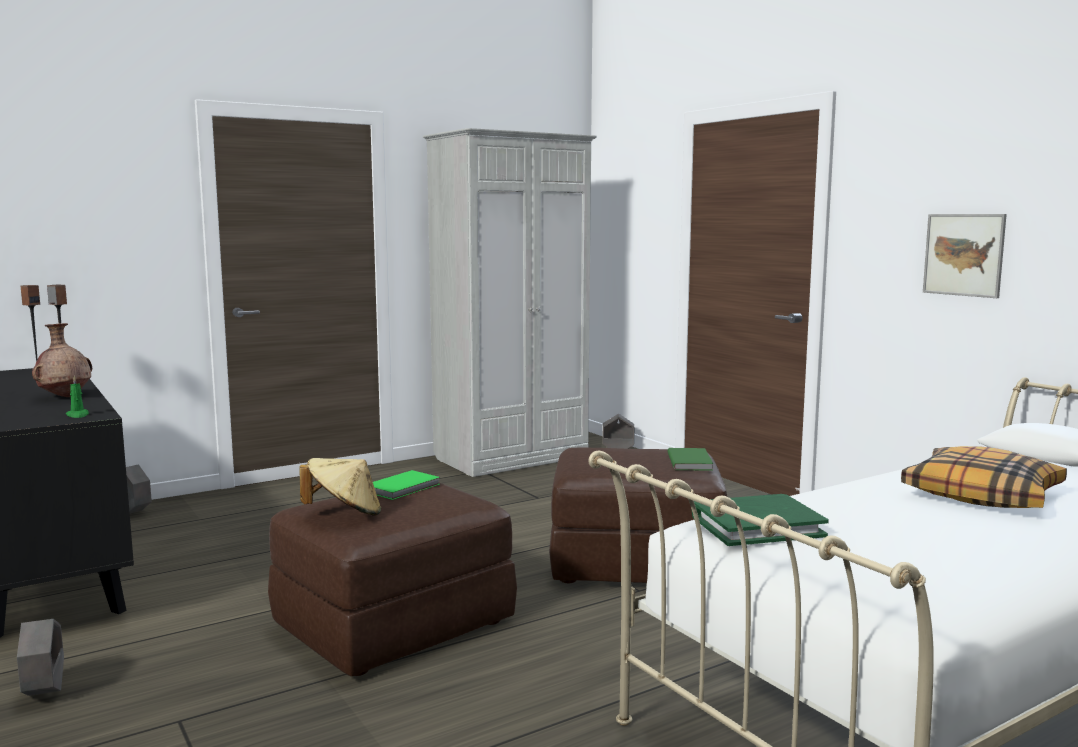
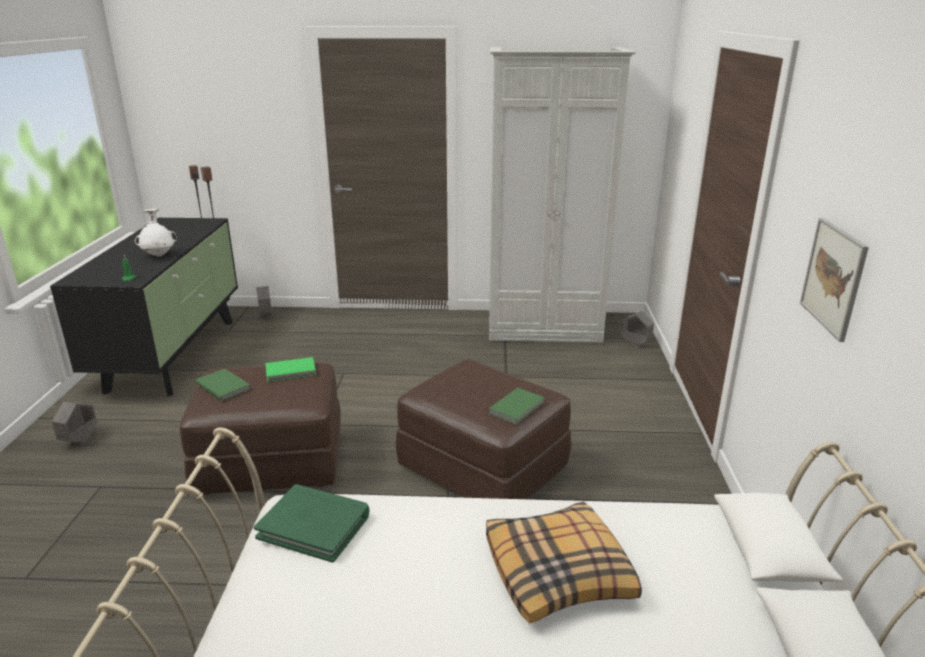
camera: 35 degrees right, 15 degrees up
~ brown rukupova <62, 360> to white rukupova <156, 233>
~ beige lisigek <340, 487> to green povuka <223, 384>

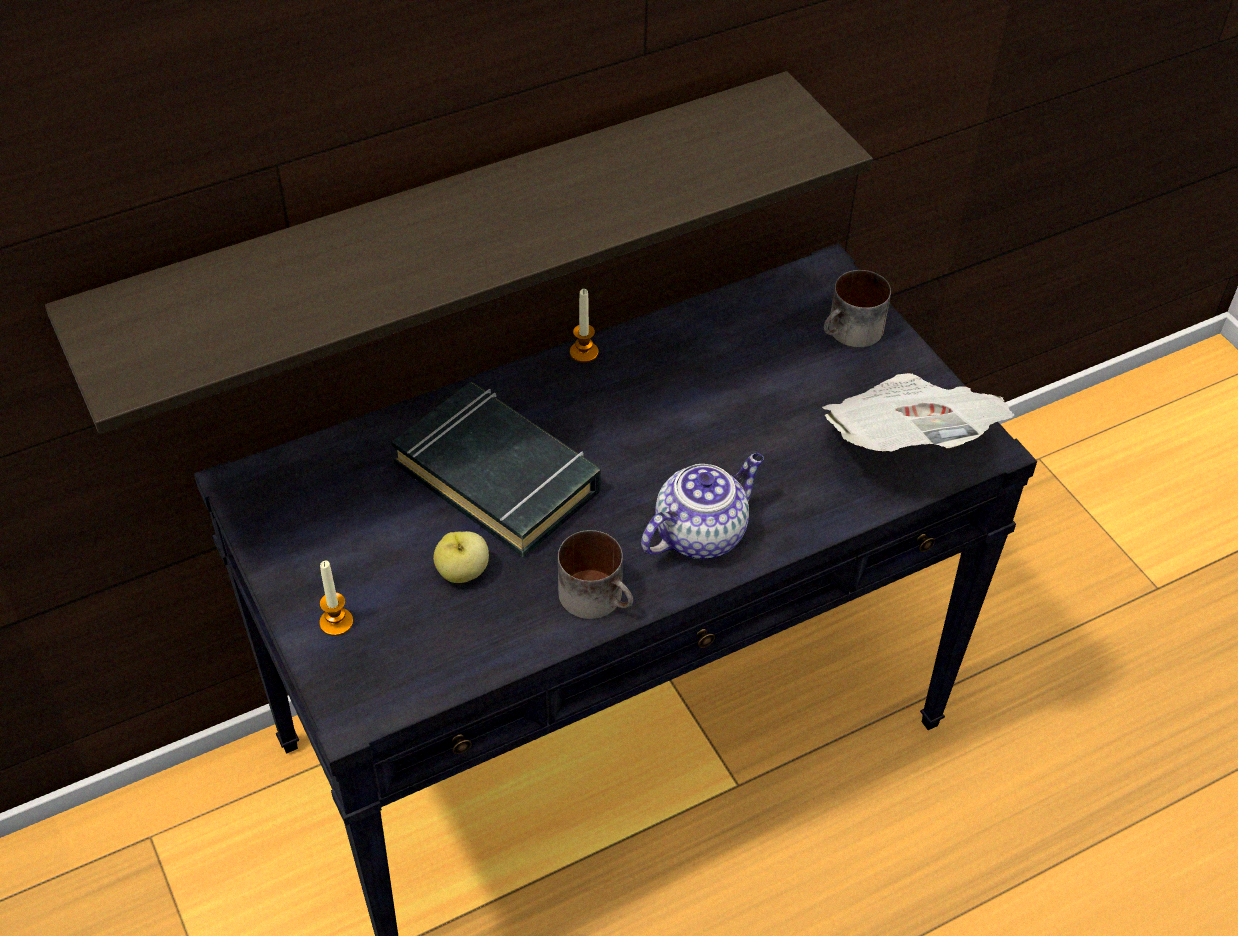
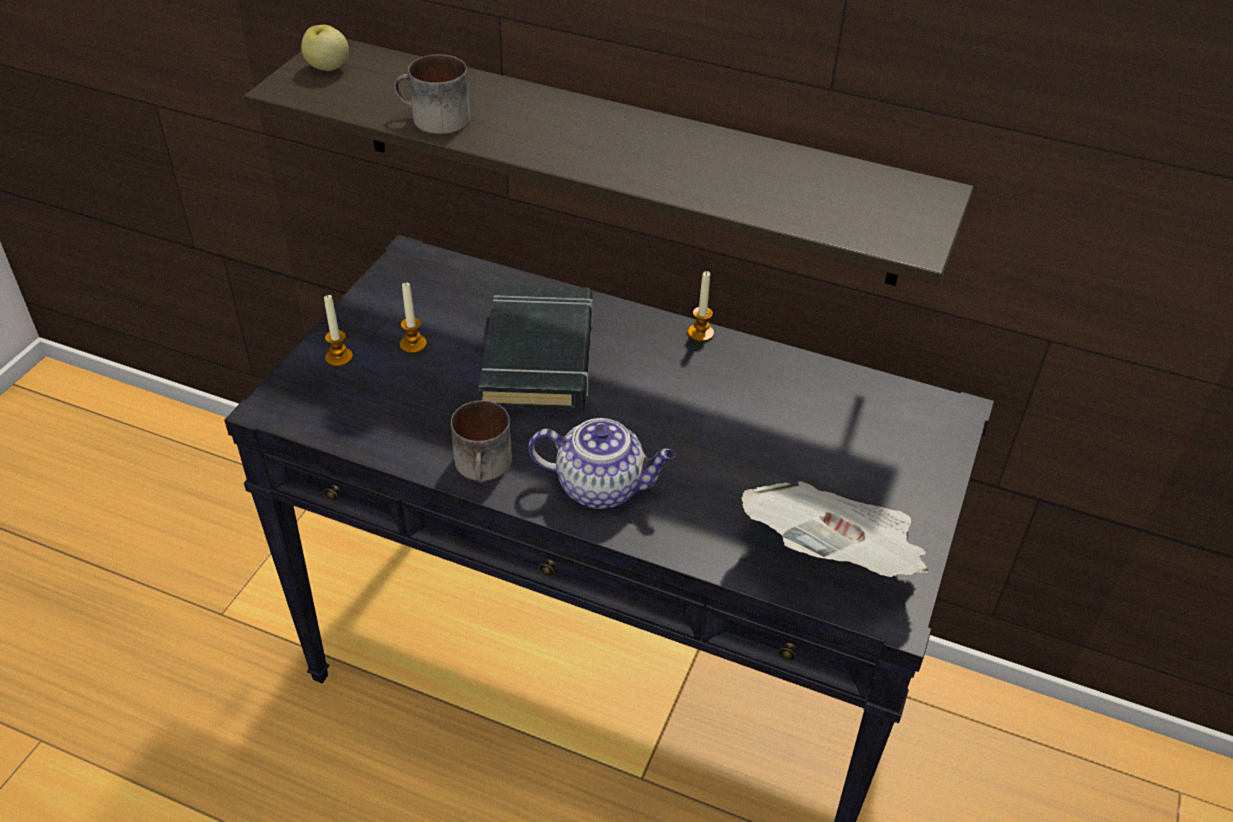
camera: 50 degrees right, 5 degrees down
~ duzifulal <857, 308> to <432, 94>
~ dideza <461, 557> to <325, 48>
+ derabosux <413, 317>

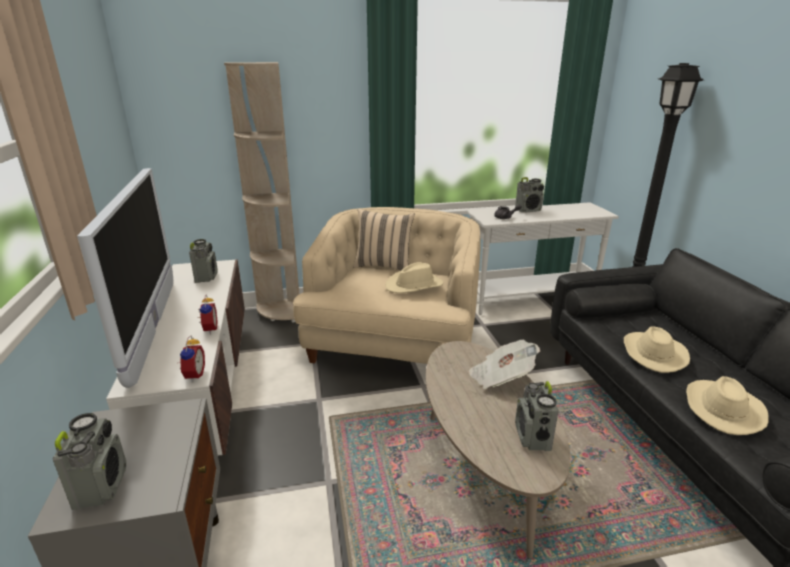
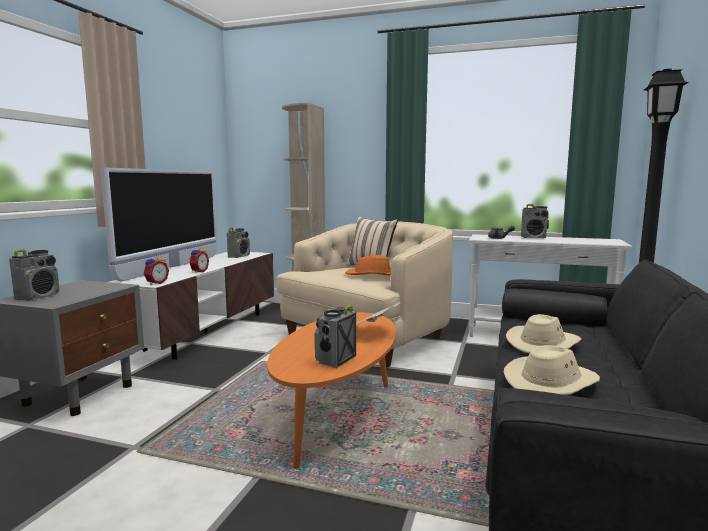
camera: 30 degrees right, 15 degrees down
~ beige lisigek <414, 277> to orange lisigek <368, 265>
~ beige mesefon <498, 450> to orange mesefon <331, 390>

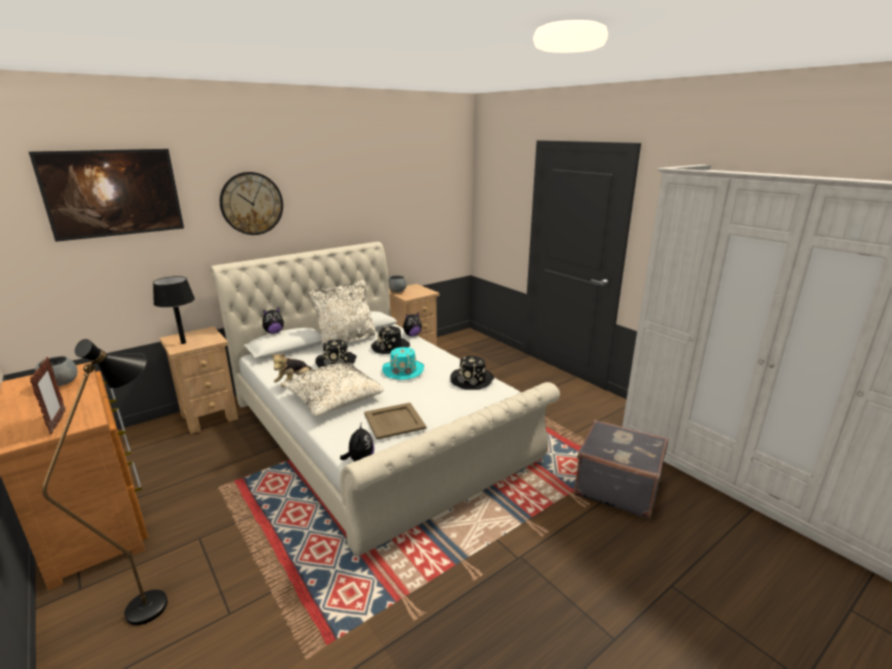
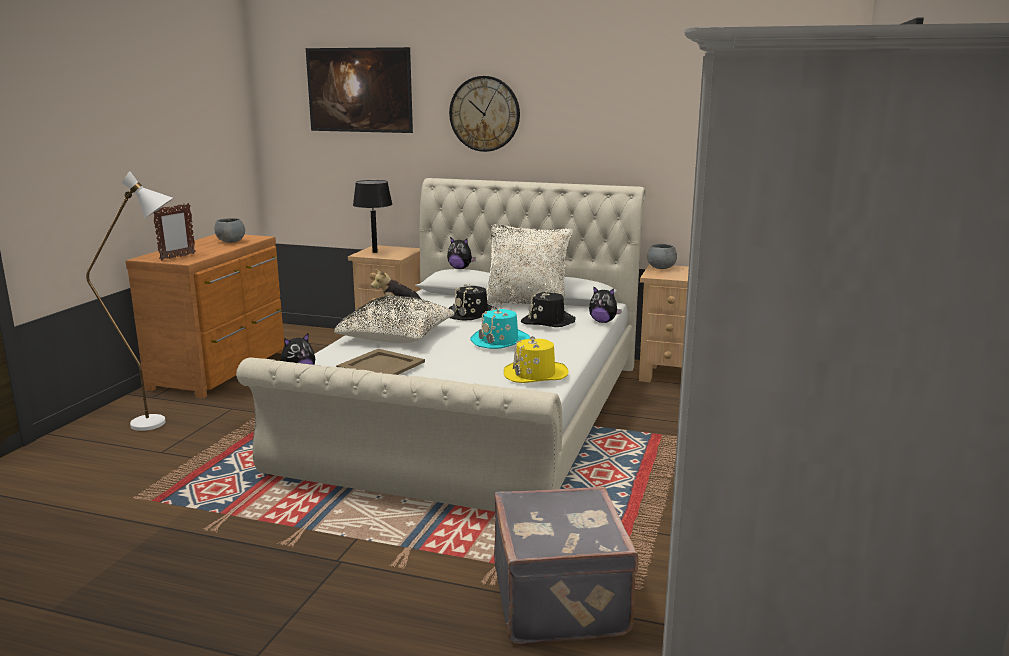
camera: 55 degrees right, 5 degrees down
~ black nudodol <105, 482> to white nudodol <129, 301>
~ black lisigek <472, 373> to yellow lisigek <536, 359>

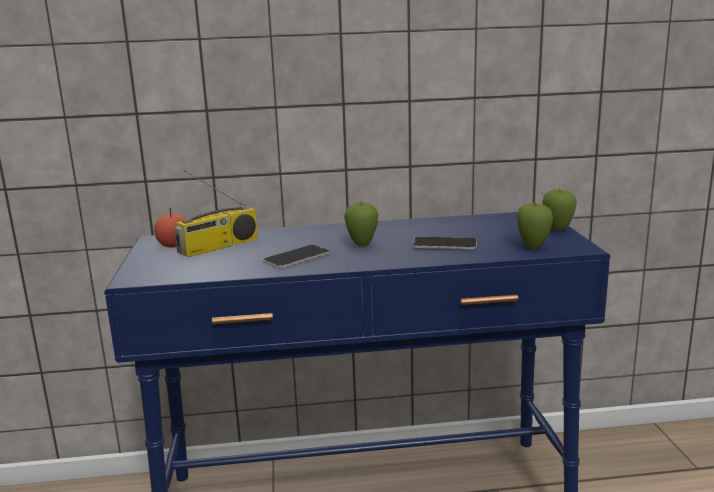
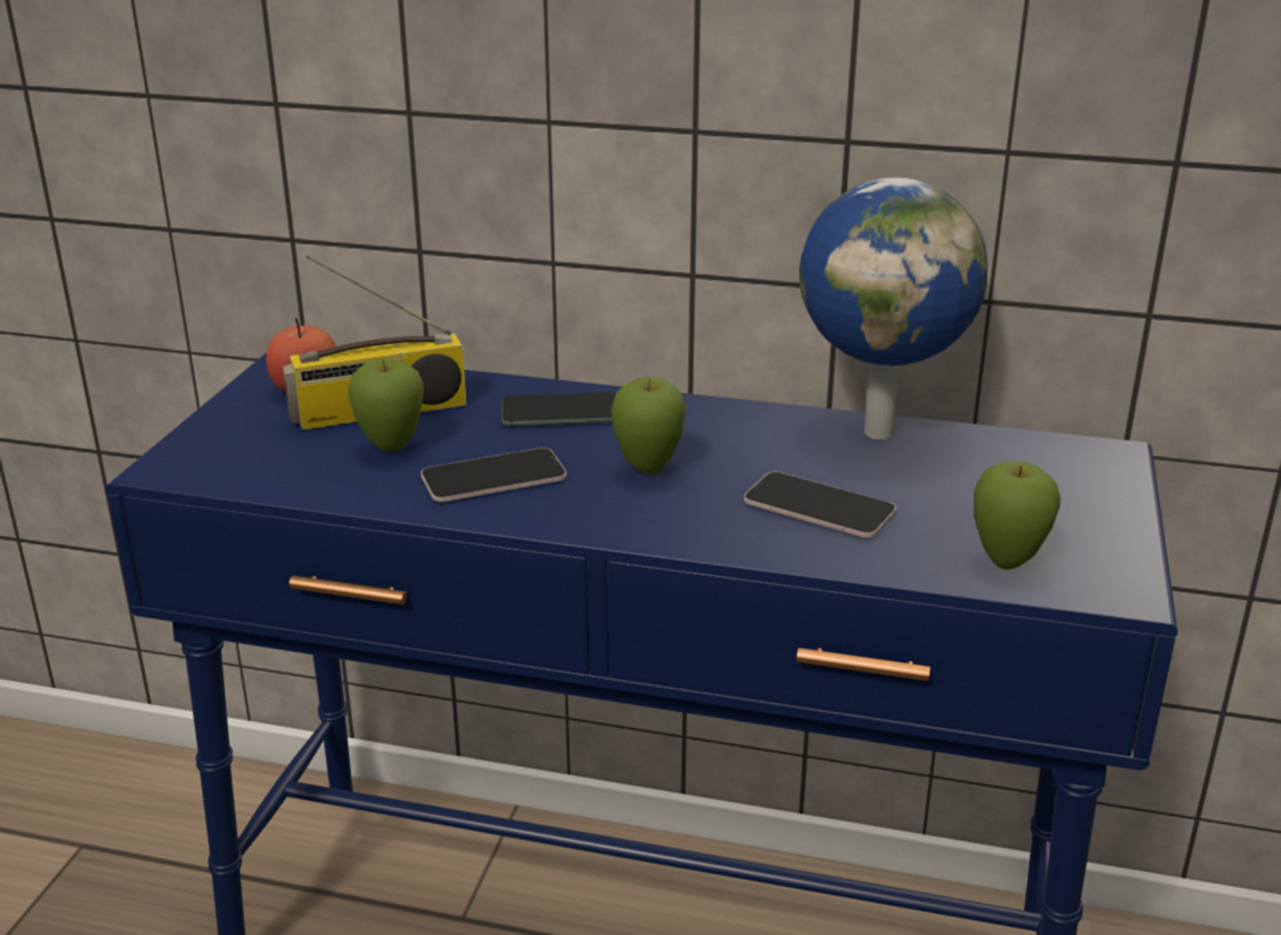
camera: 20 degrees right, 10 degrees up
~ dideza <559, 209> to <386, 405>
+ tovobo <893, 308>
+ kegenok <559, 409>

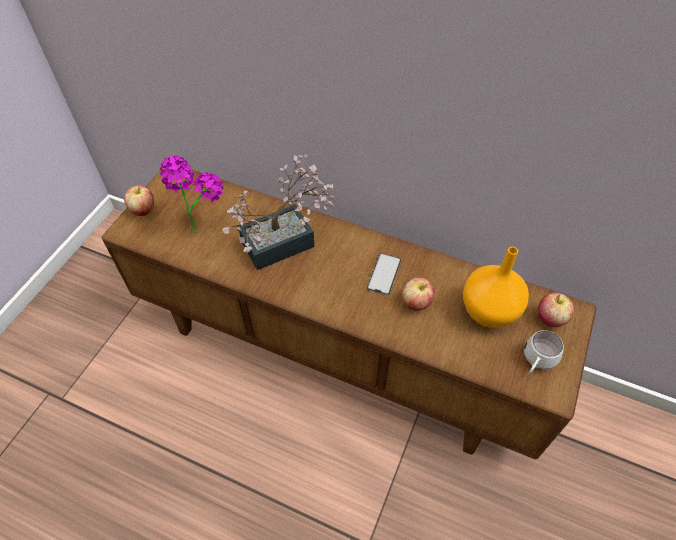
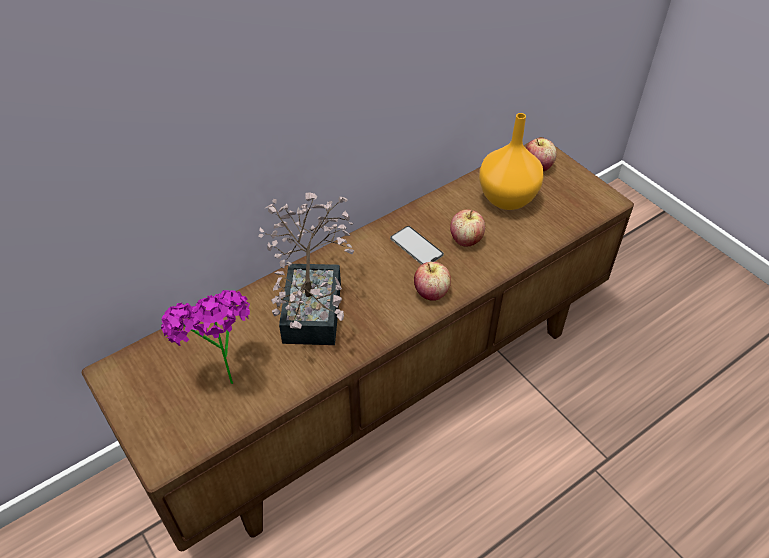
camera: 60 degrees left, 5 degrees down
~ dideza <139, 200> to <432, 281>
- white duzifulal <544, 352>

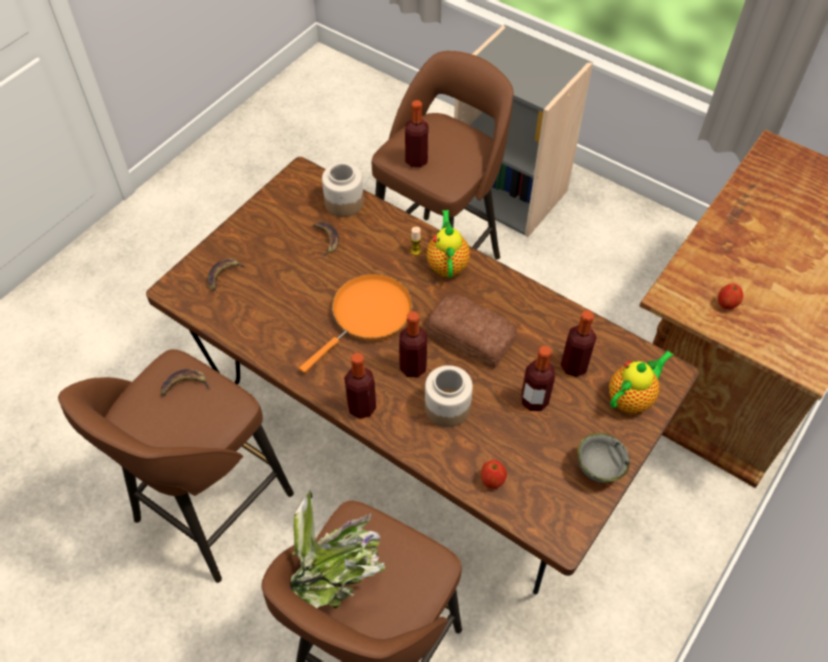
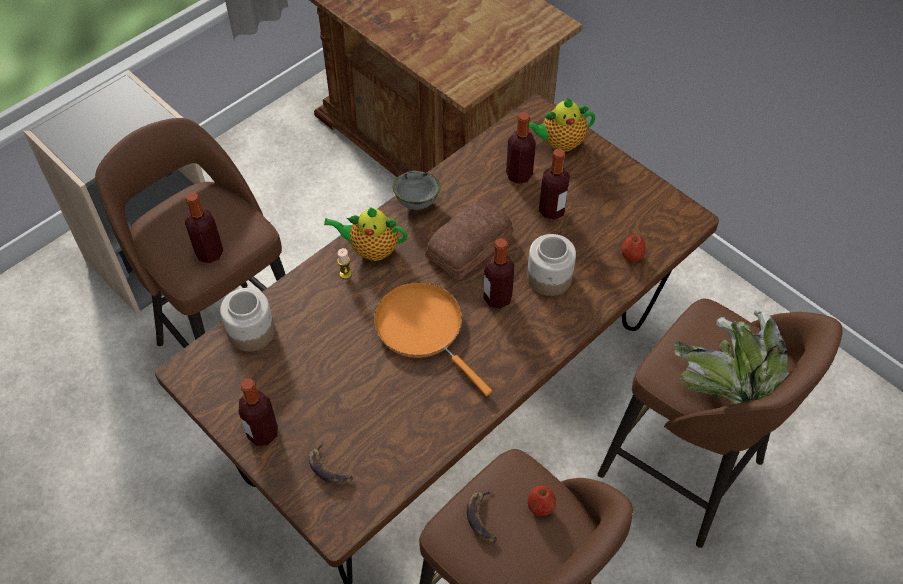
camera: 80 degrees left, 0 degrees up
- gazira <326, 240>
~ dideza <730, 296> to <542, 501>
~ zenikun <641, 382> = <562, 125> 75 degrees counterclockwise
~ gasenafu <360, 386> to <258, 412>
~ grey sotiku <603, 458> to <417, 190>

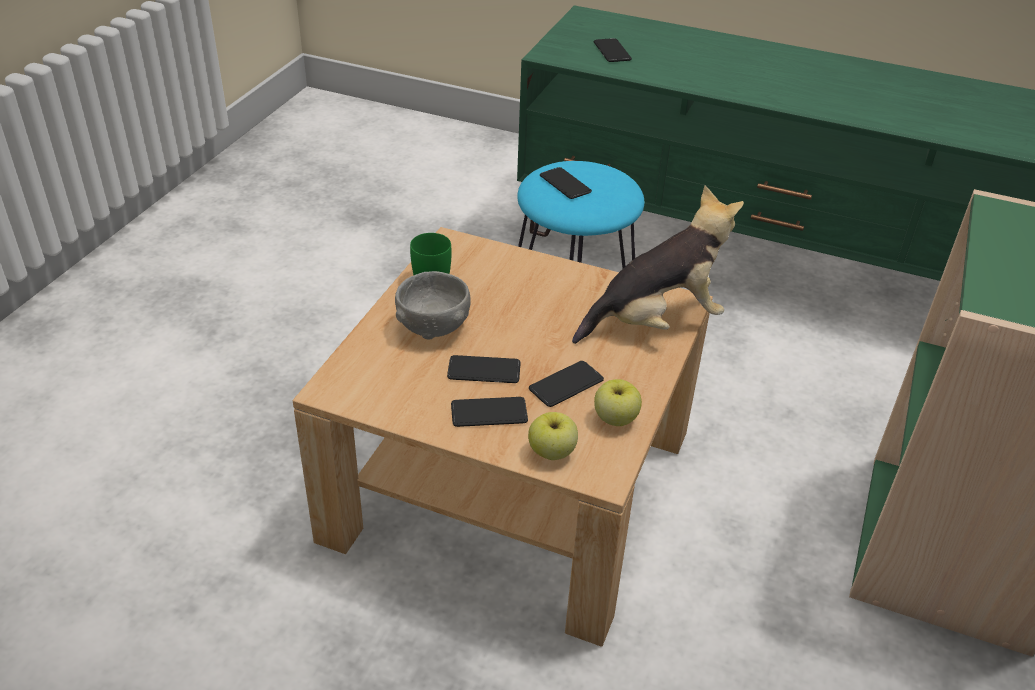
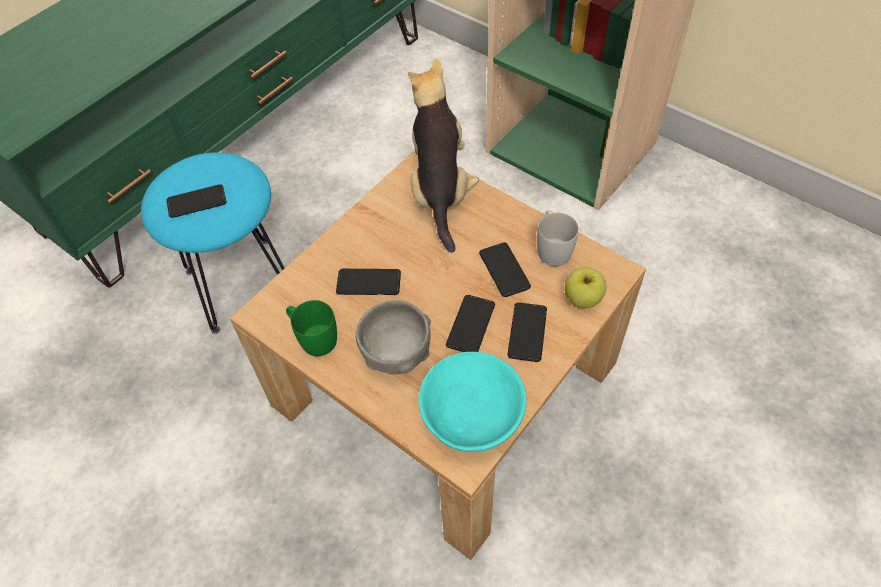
camera: 70 degrees left, 15 degrees up
~ kegenok <612, 50> to <368, 282>
~ dideza <618, 402> to white duzifulal <558, 238>
+ turquoise sotiku <472, 402>

